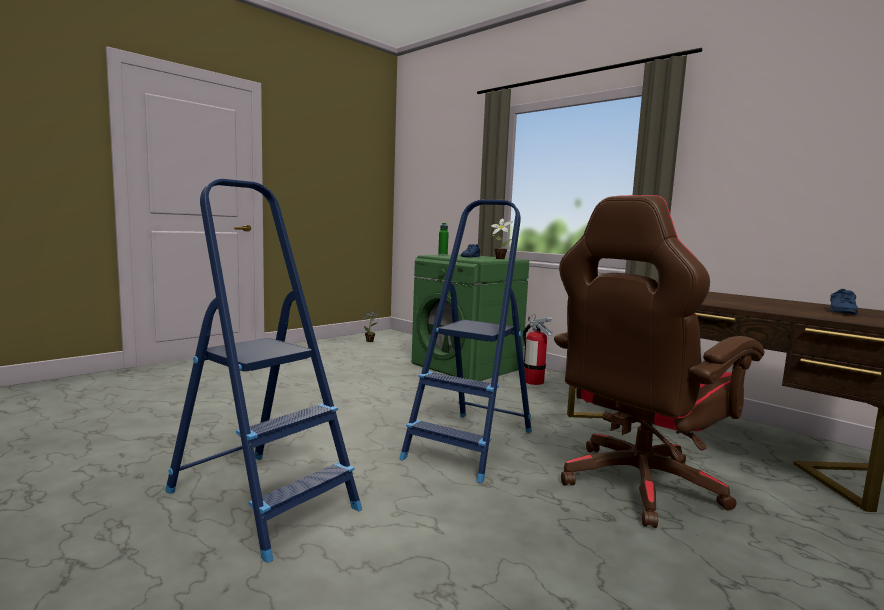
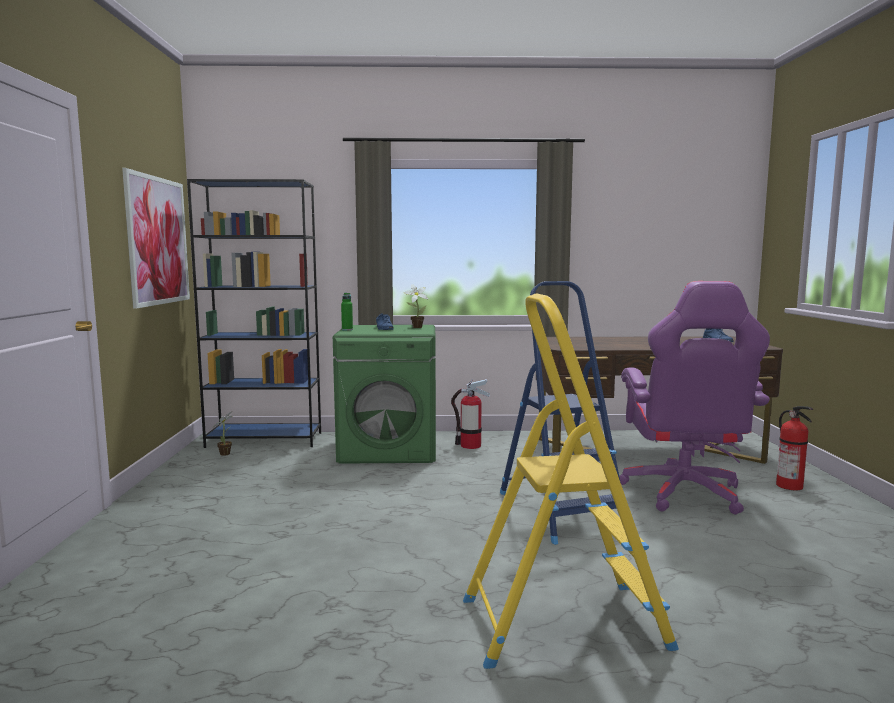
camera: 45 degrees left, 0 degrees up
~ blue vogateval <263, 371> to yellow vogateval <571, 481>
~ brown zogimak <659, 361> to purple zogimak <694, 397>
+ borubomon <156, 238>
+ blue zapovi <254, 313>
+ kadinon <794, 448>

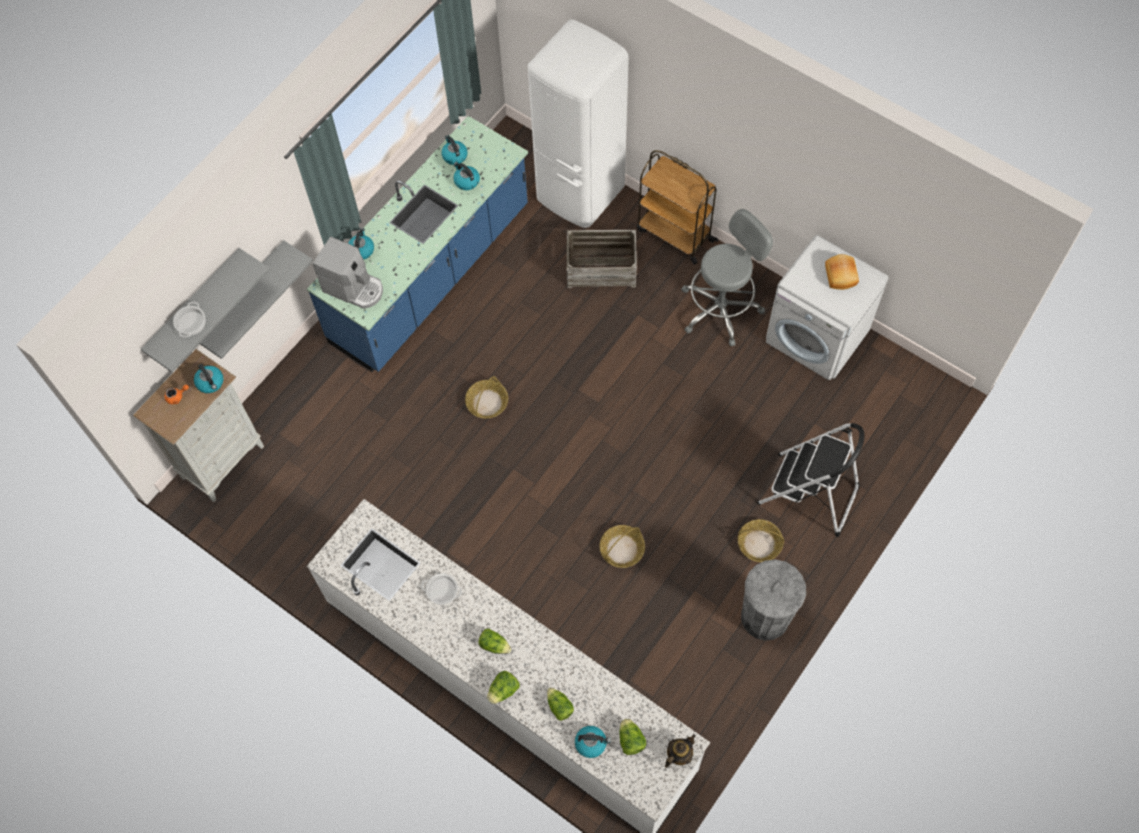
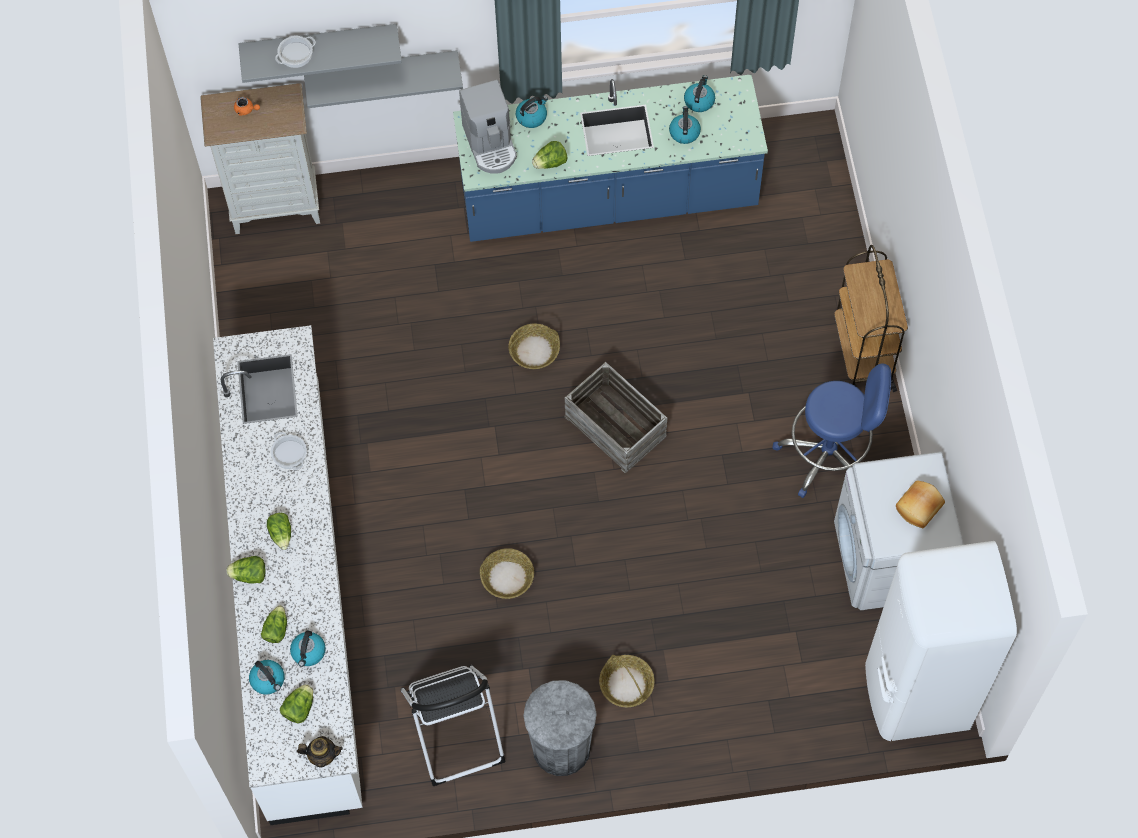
camera: 45 degrees right, 0 degrees up
~ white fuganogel <578, 123> to <941, 641>
~ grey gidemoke <727, 277> to blue gidemoke <831, 430>
~ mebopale <601, 259> to <616, 418>
~ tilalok <209, 378> to <308, 648>
~ vogateval <811, 480> to <453, 725>
+ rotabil <550, 155>

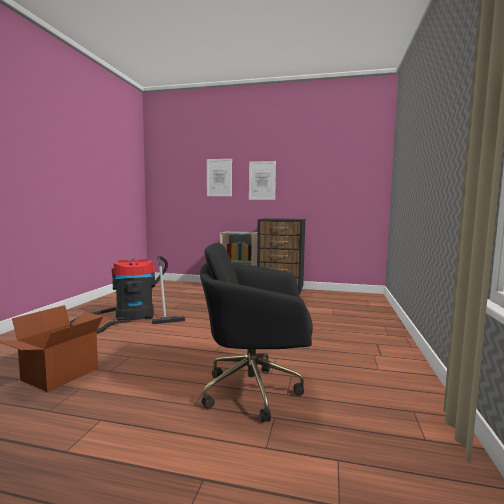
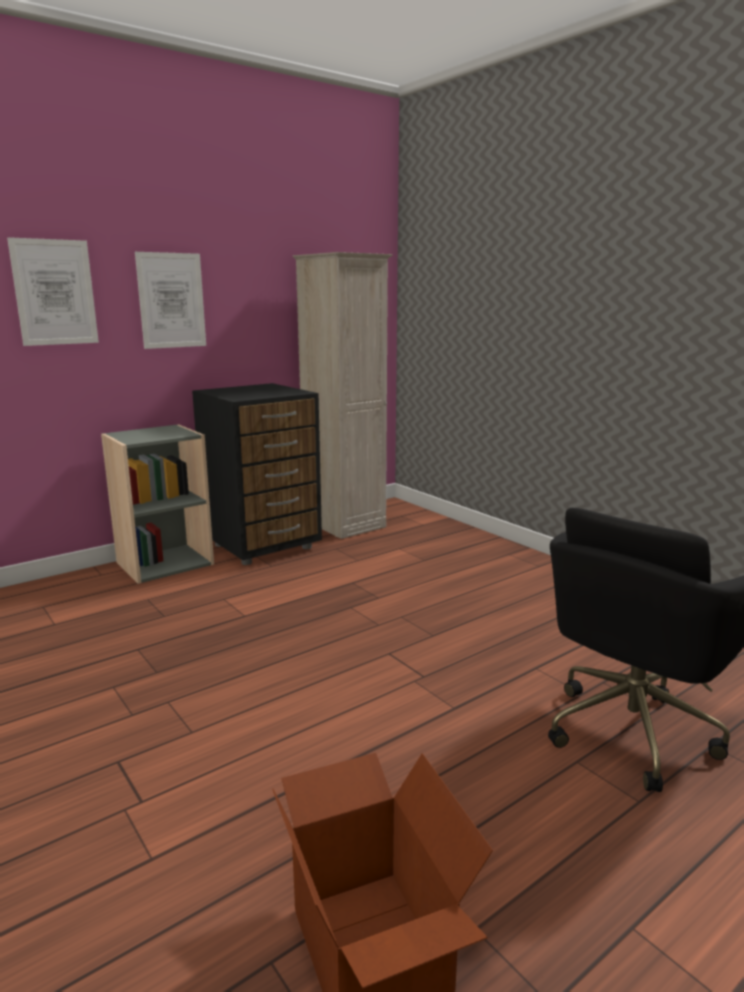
camera: 50 degrees left, 10 degrees up
- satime <127, 294>
+ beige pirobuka <343, 395>

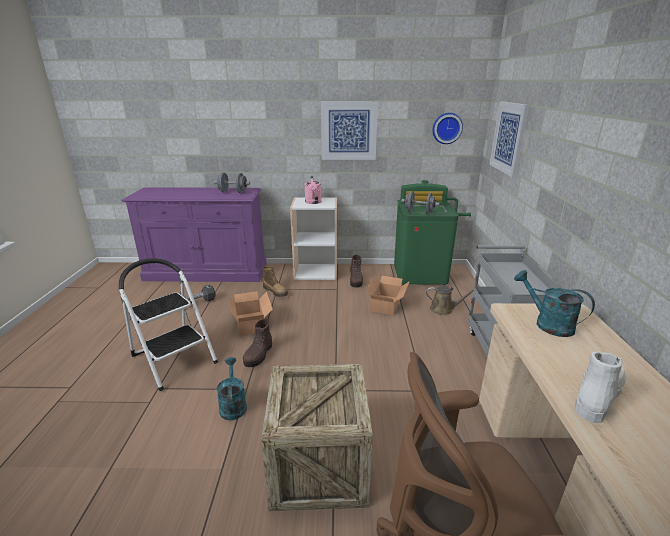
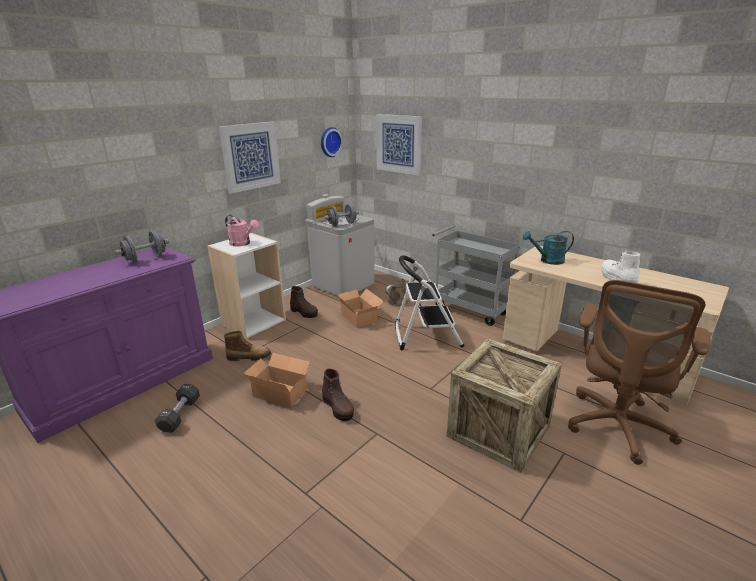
camera: 50 degrees left, 0 degrees up
~ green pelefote <432, 232> to grey pelefote <339, 245>
~ vogateval <168, 324> to <429, 302>
- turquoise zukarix <231, 388>

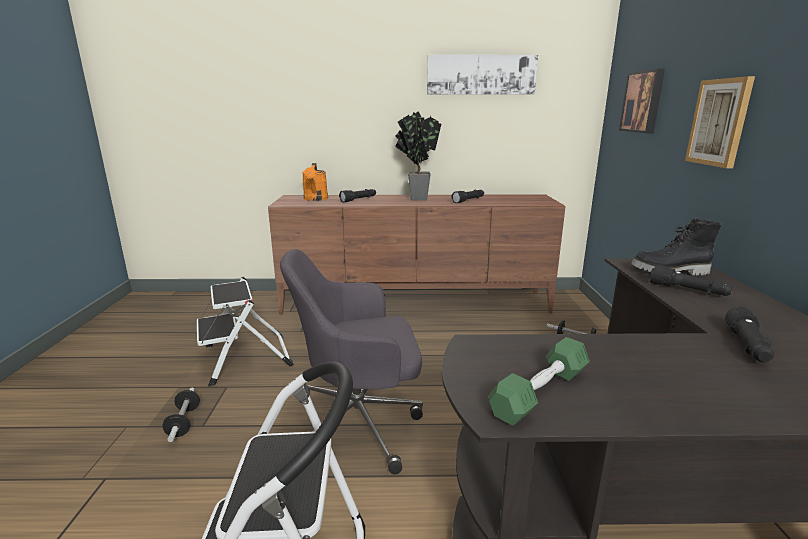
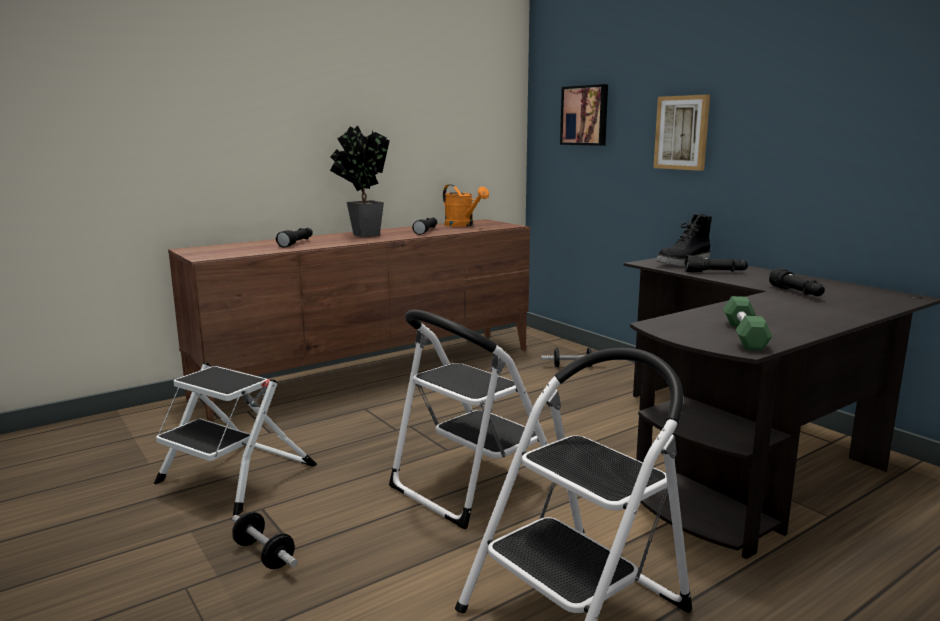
camera: 35 degrees left, 5 degrees down
- borubomon <482, 75>
~ orange zukarix <315, 182> to <466, 205>
~ grey zogimak <351, 361> to vogateval <468, 419>

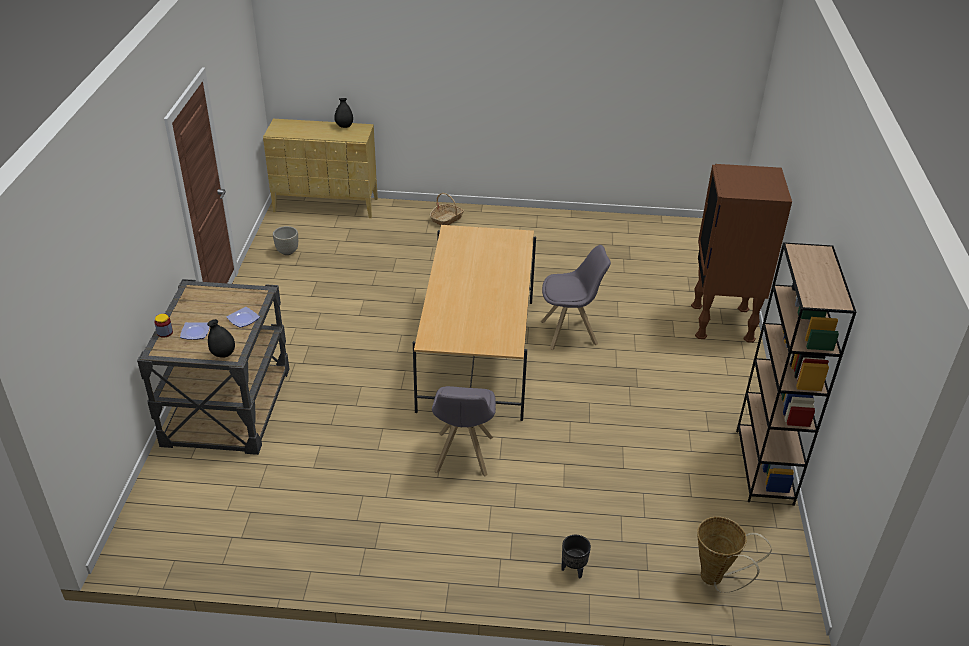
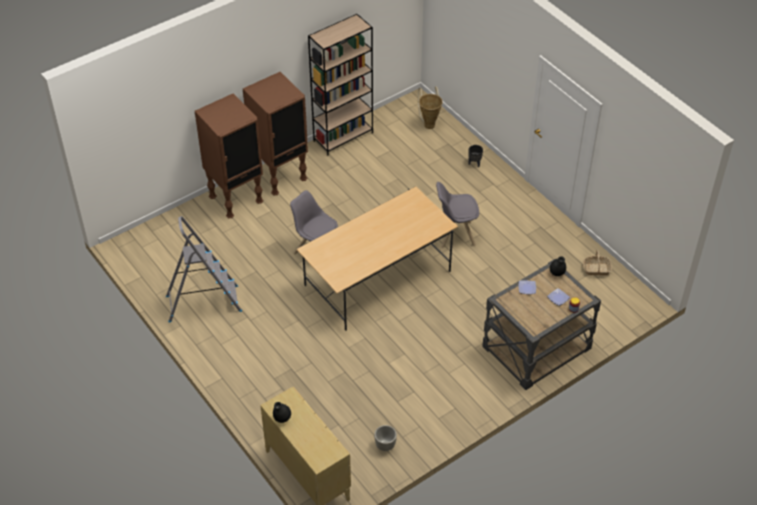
camera: 130 degrees left, 10 degrees up
~ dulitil <447, 209> to <597, 262>
~ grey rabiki <464, 431> = <457, 215> 150 degrees counterclockwise
+ brown pirobuka <275, 133>
+ grey vogateval <204, 269>

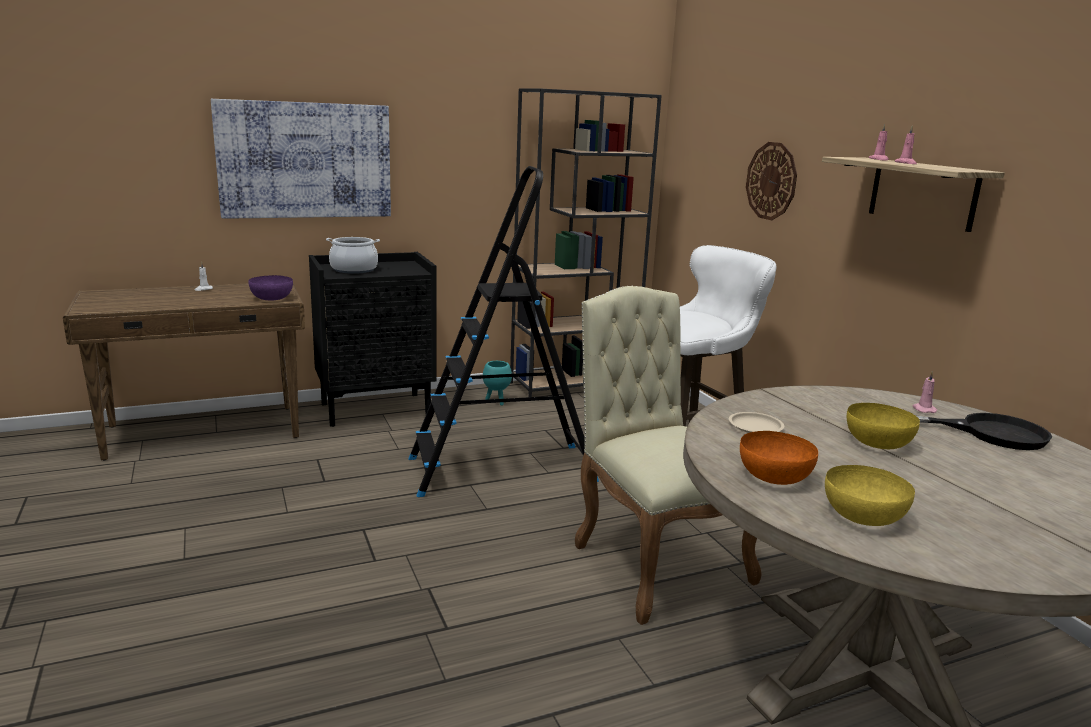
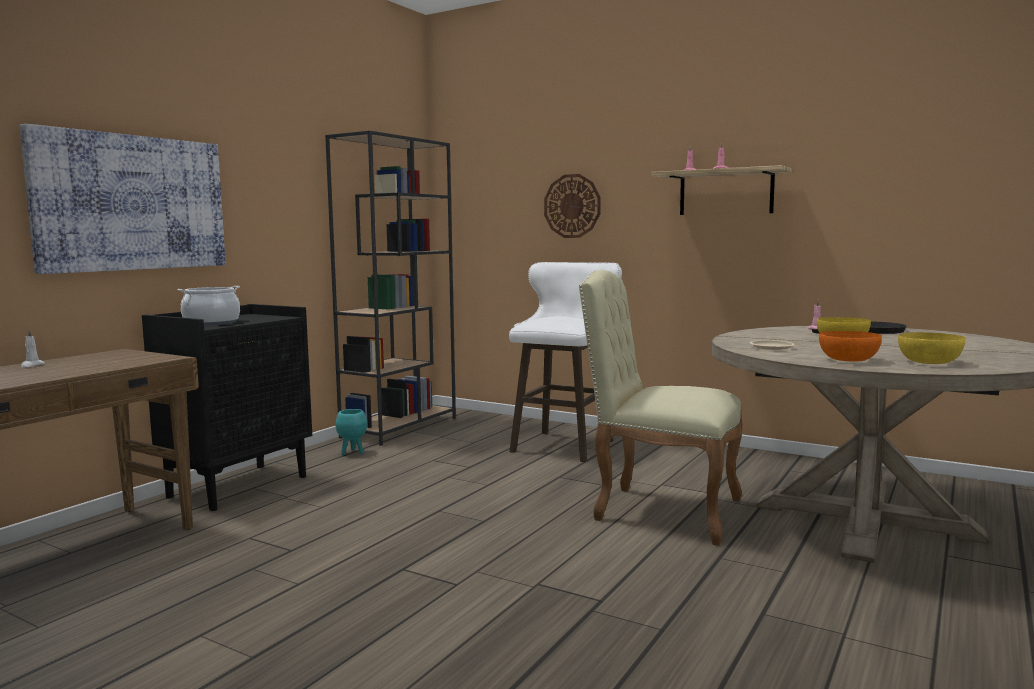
camera: 35 degrees left, 10 degrees down
- black vogateval <503, 331>
- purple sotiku <270, 287>

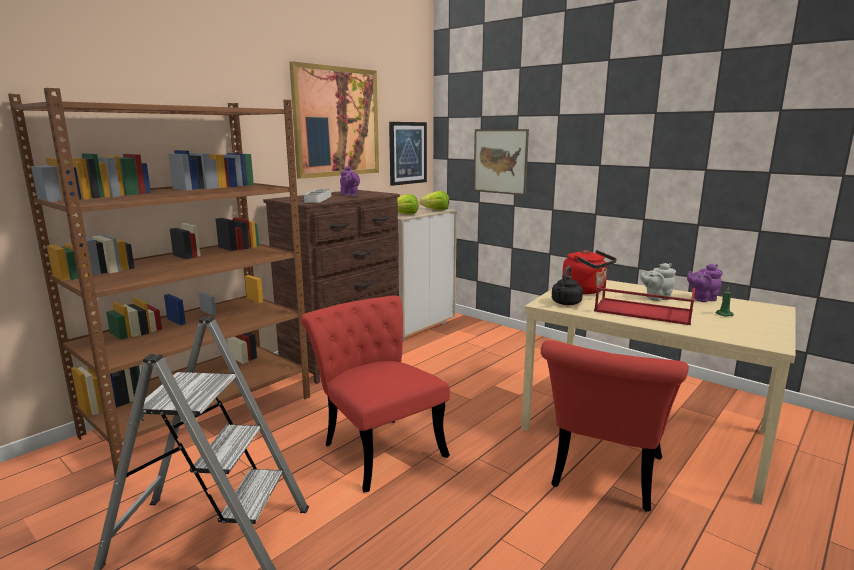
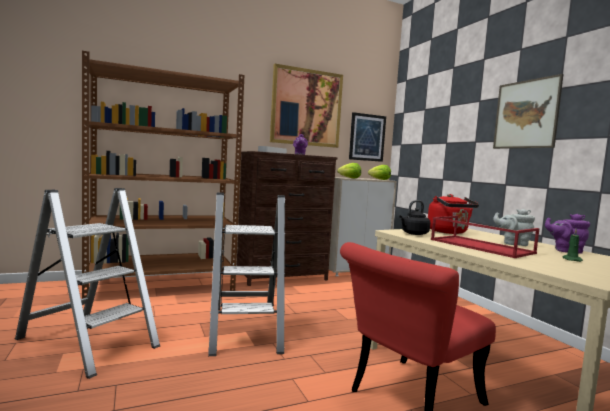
camera: 25 degrees right, 10 degrees down
~ borubomon <501, 162> to <528, 111>
~ red rabiki <375, 394> to grey vogateval <246, 274>

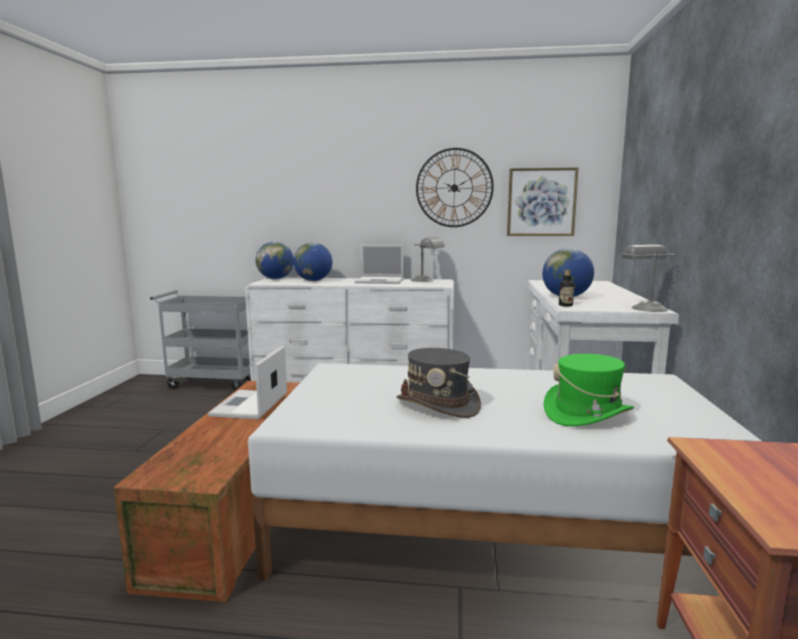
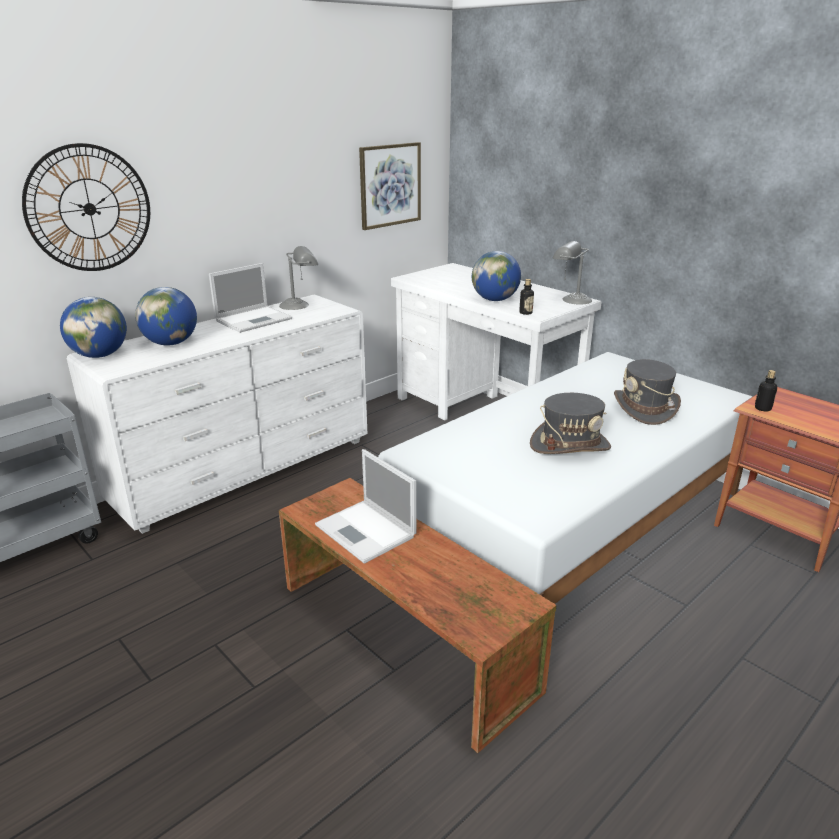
camera: 50 degrees left, 15 degrees up
~ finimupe <455, 187> to <86, 207>
~ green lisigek <589, 390> to grey lisigek <647, 392>
+ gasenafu <766, 390>

